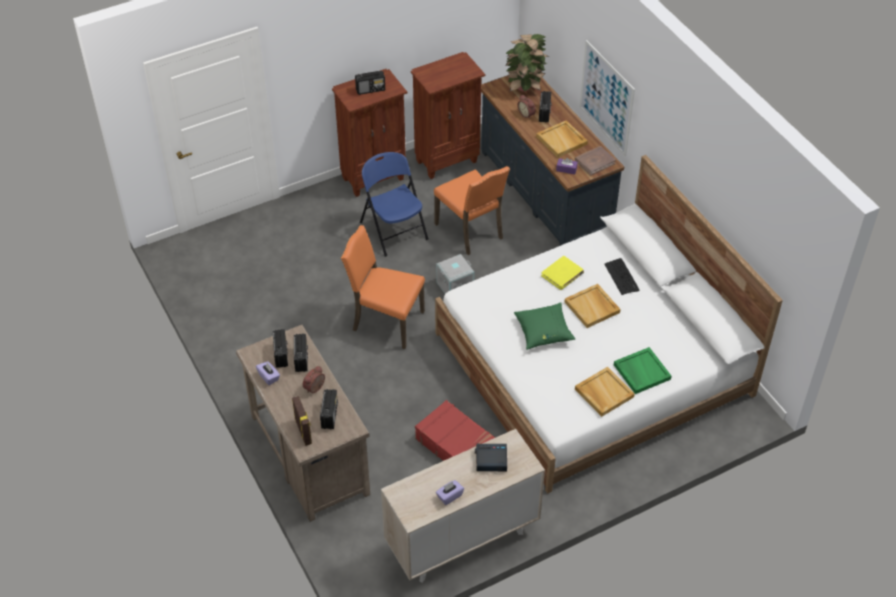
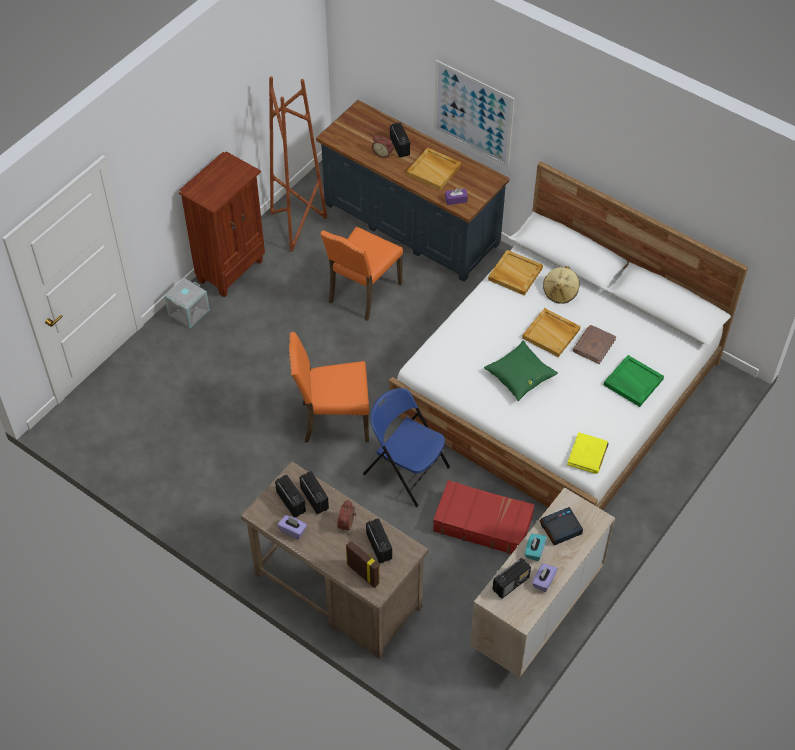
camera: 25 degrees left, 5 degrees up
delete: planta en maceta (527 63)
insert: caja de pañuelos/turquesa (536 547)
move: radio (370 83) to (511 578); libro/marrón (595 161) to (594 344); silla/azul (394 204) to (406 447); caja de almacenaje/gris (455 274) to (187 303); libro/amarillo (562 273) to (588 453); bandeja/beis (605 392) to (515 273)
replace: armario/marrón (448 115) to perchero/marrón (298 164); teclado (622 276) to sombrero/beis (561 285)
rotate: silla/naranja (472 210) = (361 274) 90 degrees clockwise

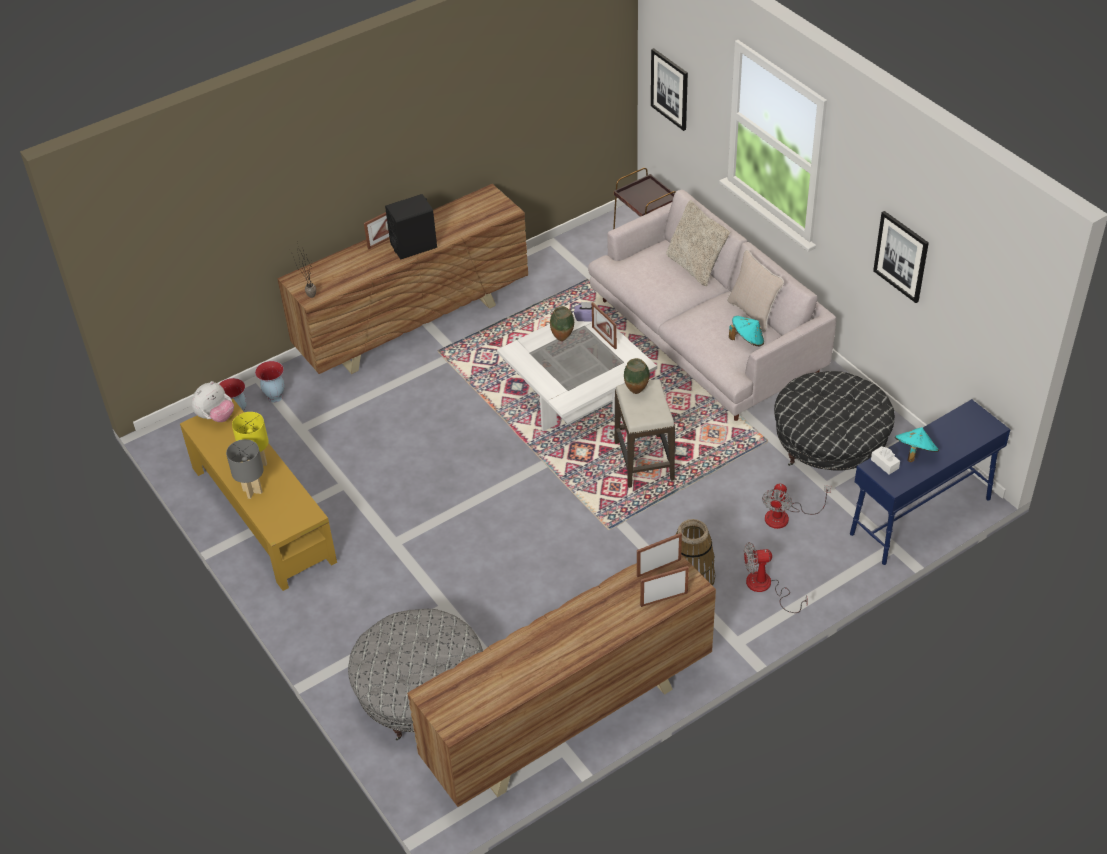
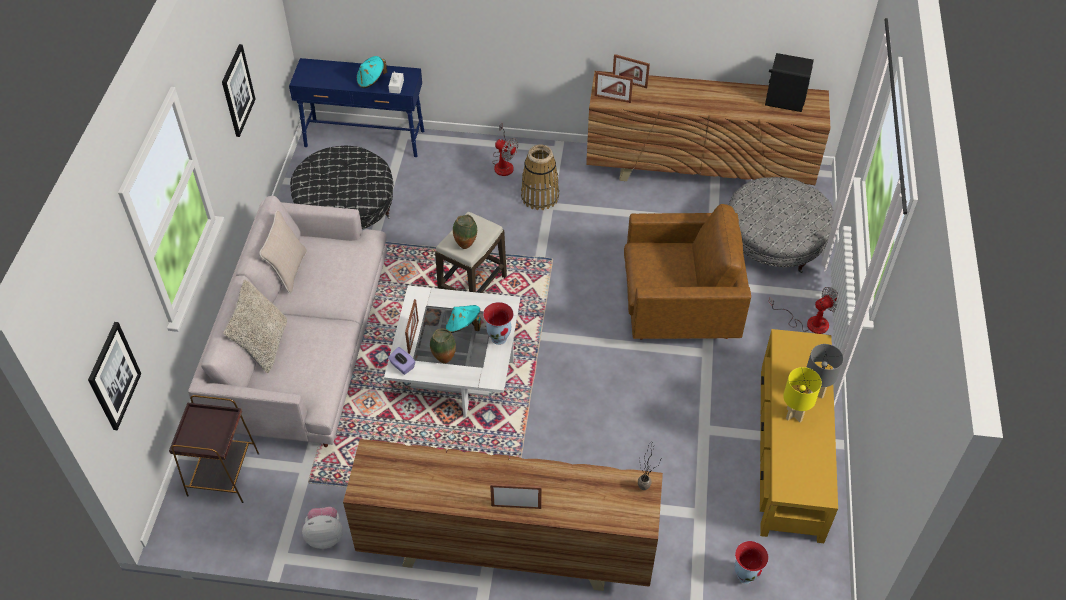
camera: 140 degrees left, 5 degrees up
insert: sillón/marrón (687 272)
move: altavoz/negro (411 226) to (789 82); sombrero/turquesa (746 331) to (463 319); florero (270 382) to (498 323); peluche (212 401) to (322 528); ventilador (796 506) to (803 310)

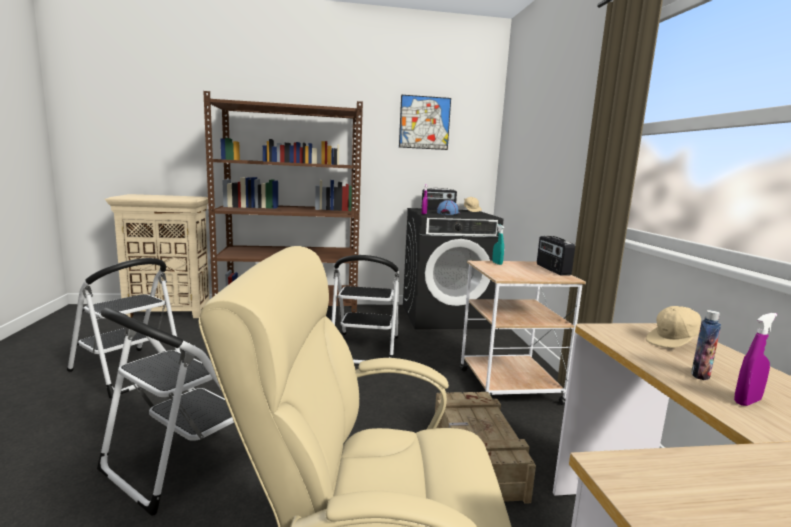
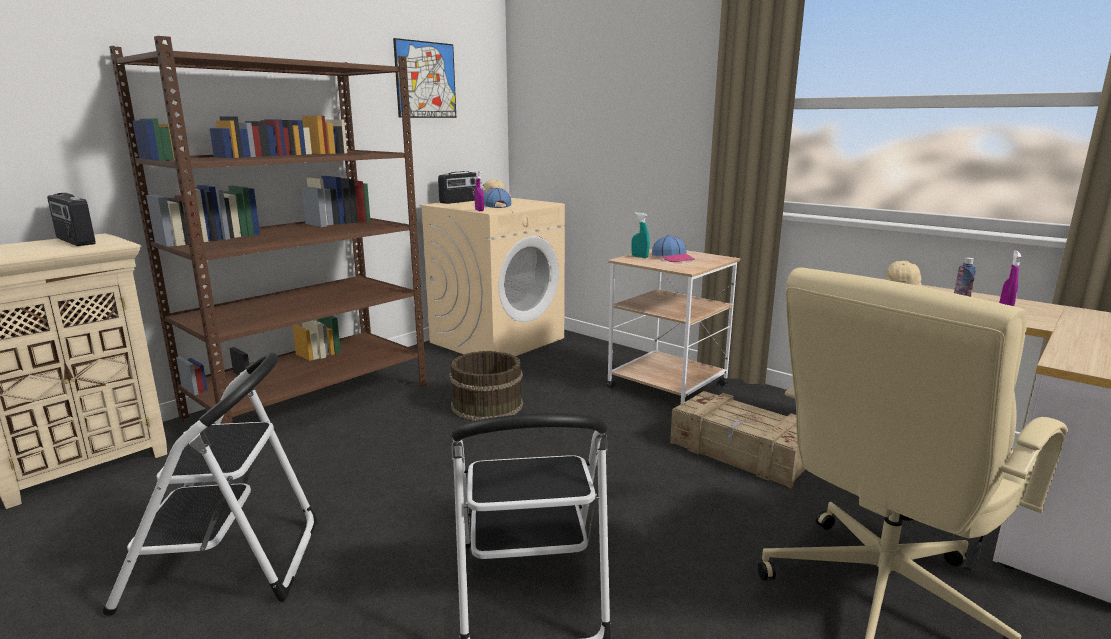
camera: 40 degrees left, 5 degrees up
insert: gorra (673 248)
move: radio (556 255) to (71 219)
replace: escalera de tijera (365 309) to cubo/marrón (486 386)
recolor: lavadora/negro (453 268) to lavadora/beis (492 277)

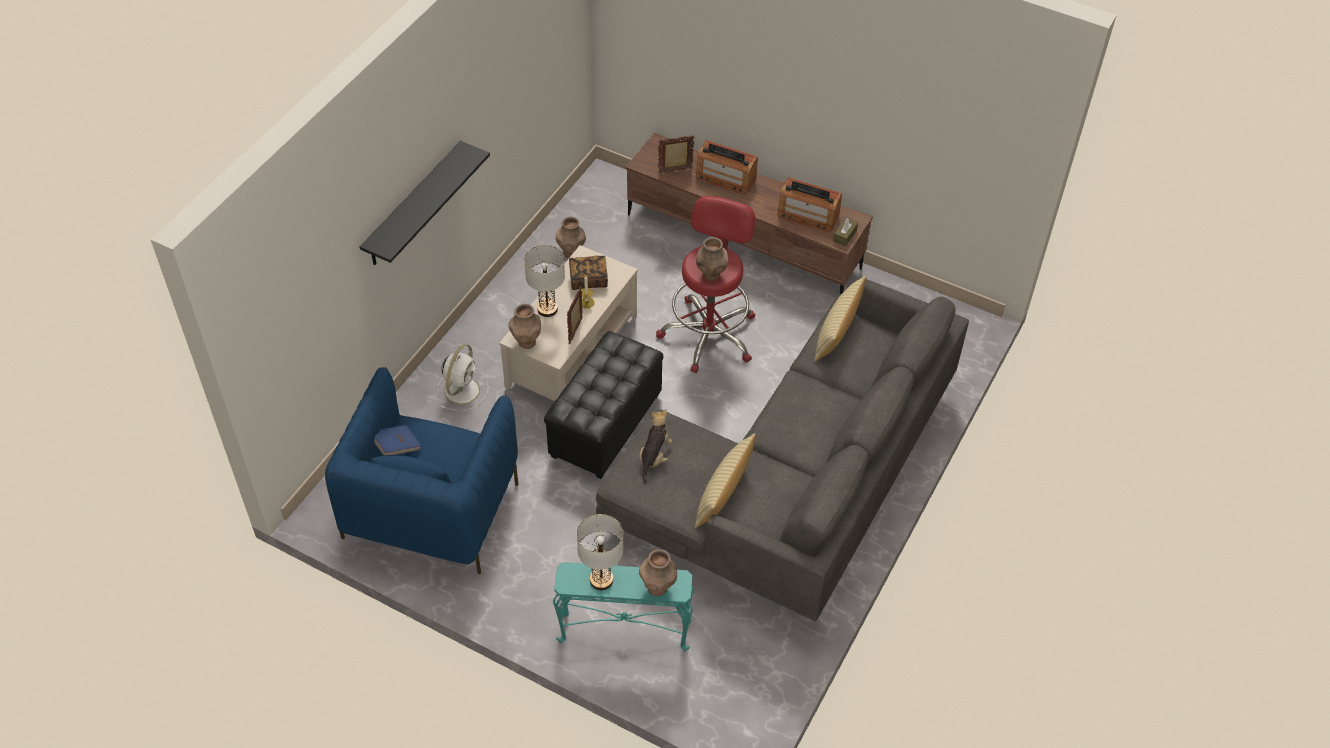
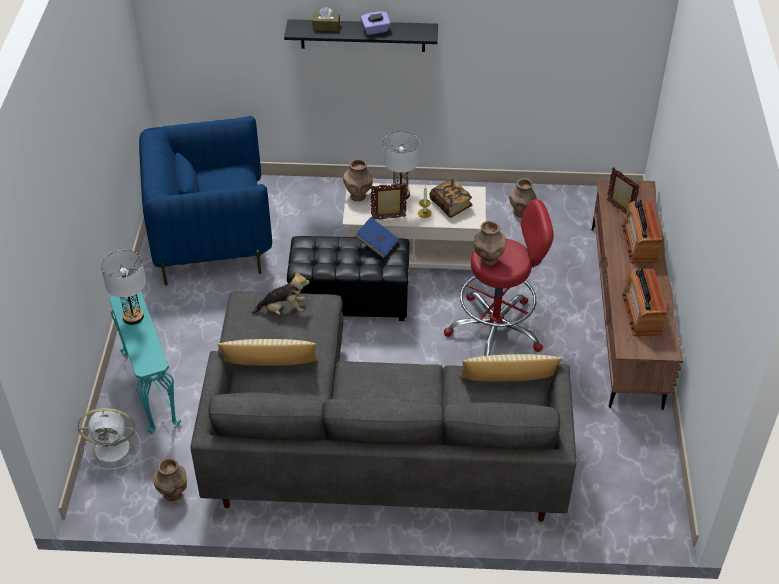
camera: 65 degrees right, 5 degrees down
insert: caja de pañuelos/morado (375 23)
move: caja de pañuelos/marrón (845 232) to (326 19); ventilador/blanco (463 377) to (109 439); libro/azul (397 440) to (377 237); florero/marrón (658 572) to (170 479)

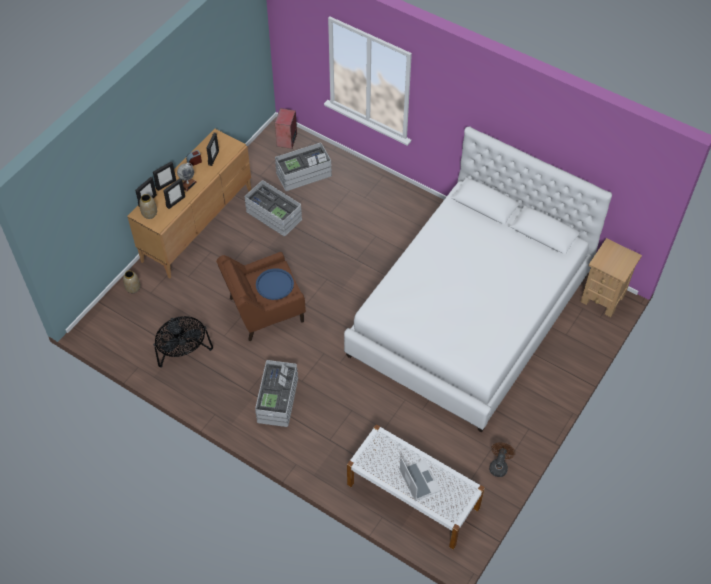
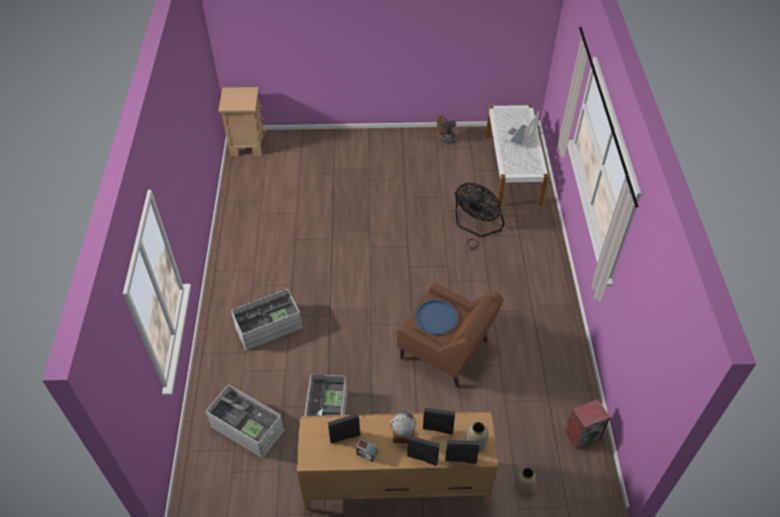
camera: 125 degrees left, 5 degrees down
delete: cama/blanco (478 279)
move: altavoz (286 128) to (587 424); ventilador/negro (183 342) to (479 217); caja de almacenaje/gris (276 393) to (267 320)

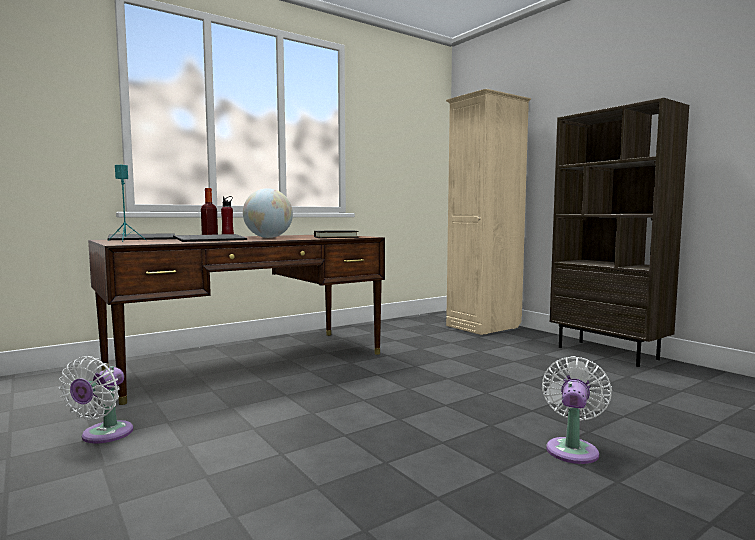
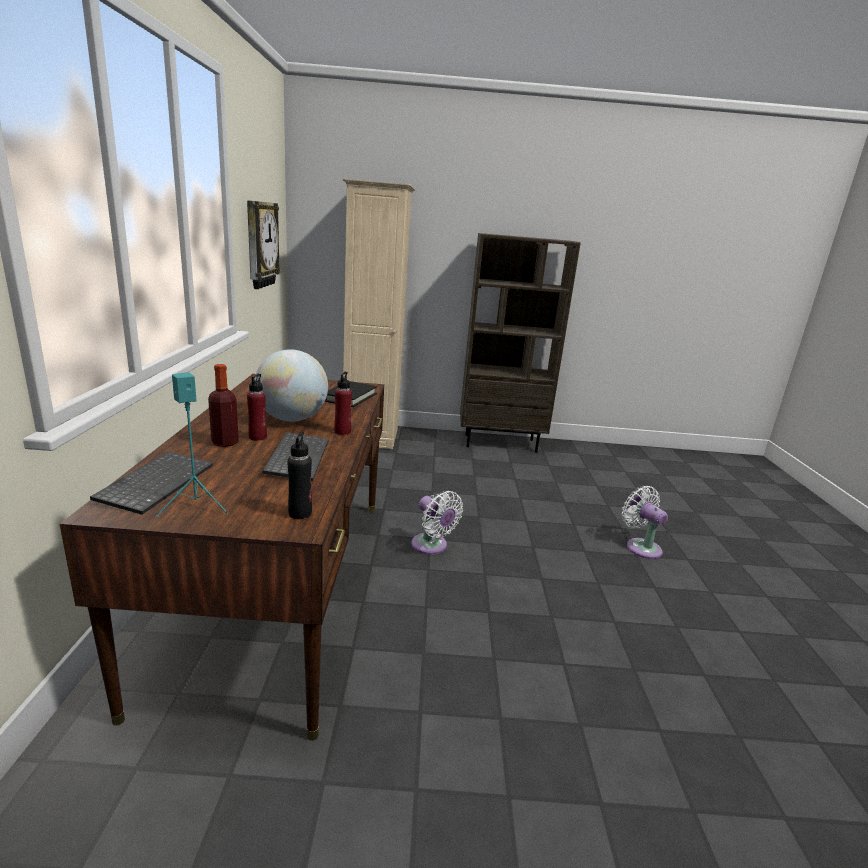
camera: 55 degrees left, 15 degrees up
insert: reloj de pared (263 245); botella/rojo (343 403); botella/negro (299 475)
move: ventilador/blanco (96 400) to (437 523)

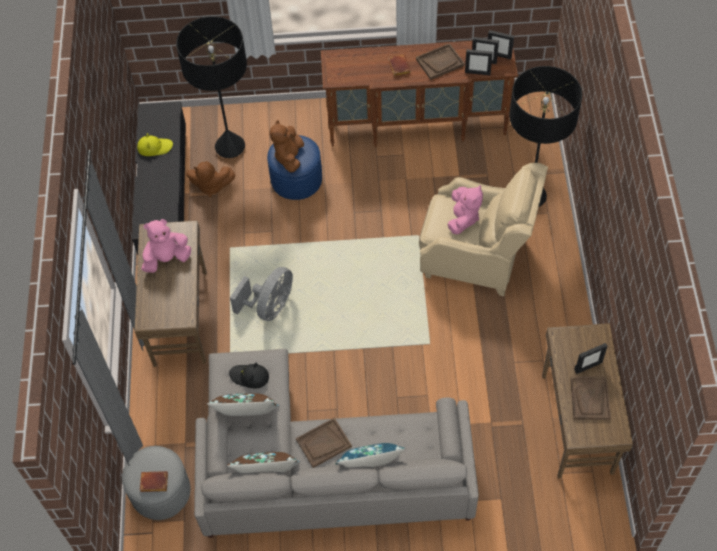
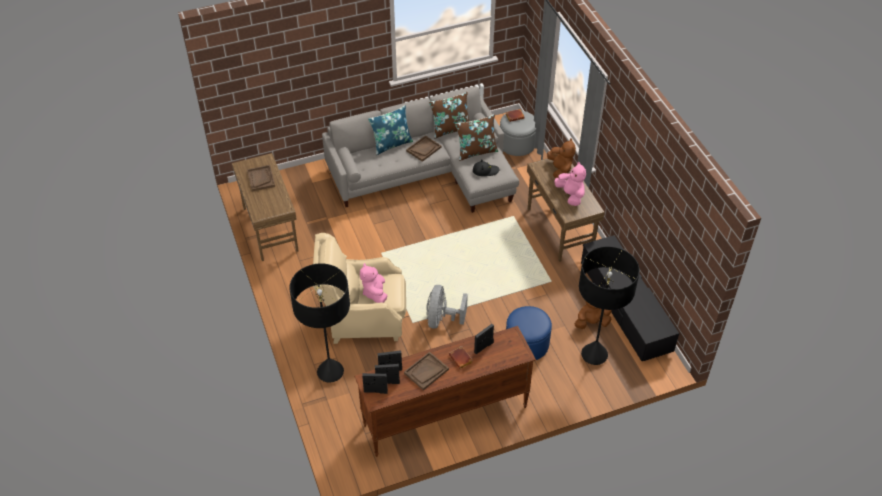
camera: 160 degrees right, 10 degrees down
delete: sombrero/amarillo (155 144)
move: peluche/marrón (287 146) to (561 158); ventilador/gris (261 294) to (447 307); portarretratos (590 358) to (484 339)
rotate: peluche/rosa (166 246) = (570 184) 75 degrees counterclockwise

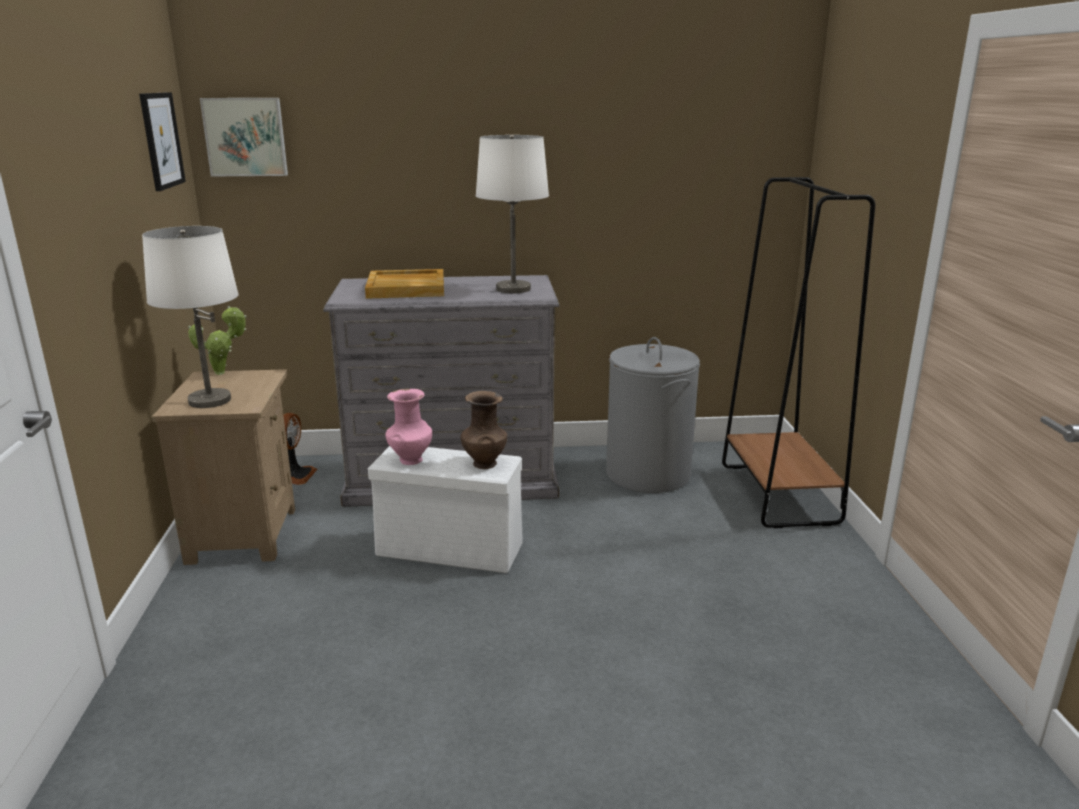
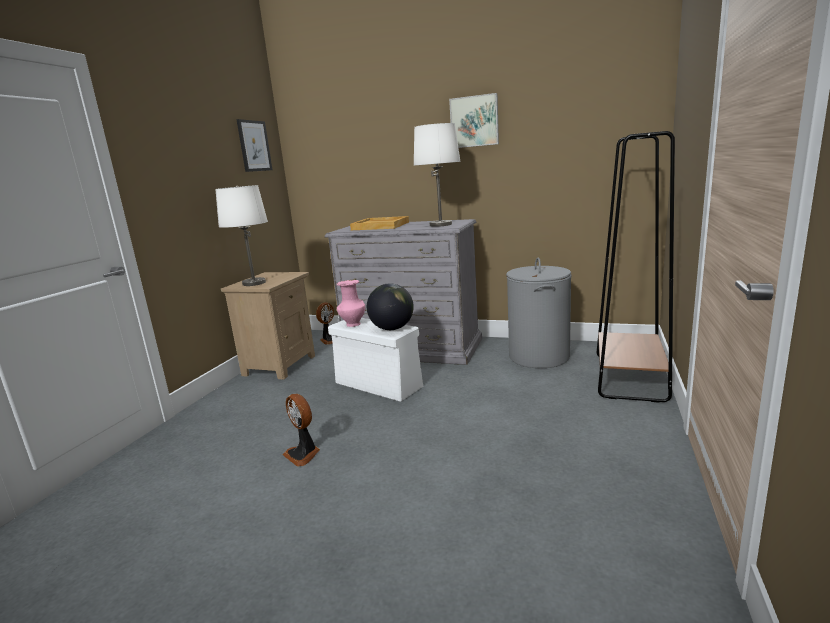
camera: 25 degrees right, 5 degrees down
delete: planta en maceta (217 340)
insert: ventilador (301 430)
move: cuadro (244 137) to (474 120)
replace: florero/marrón (484 430) to globo terráqueo (390 306)

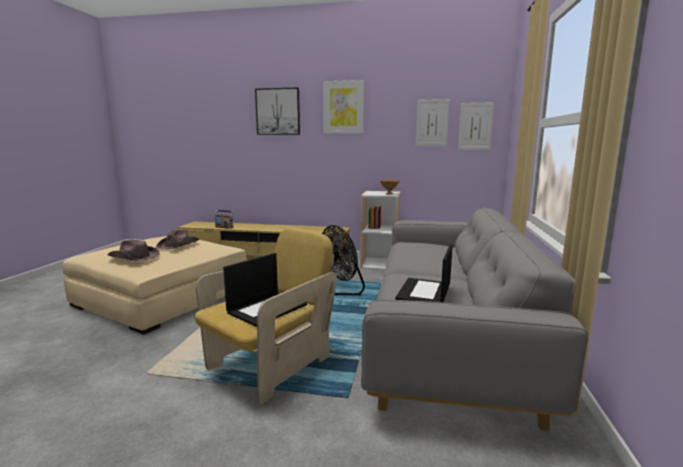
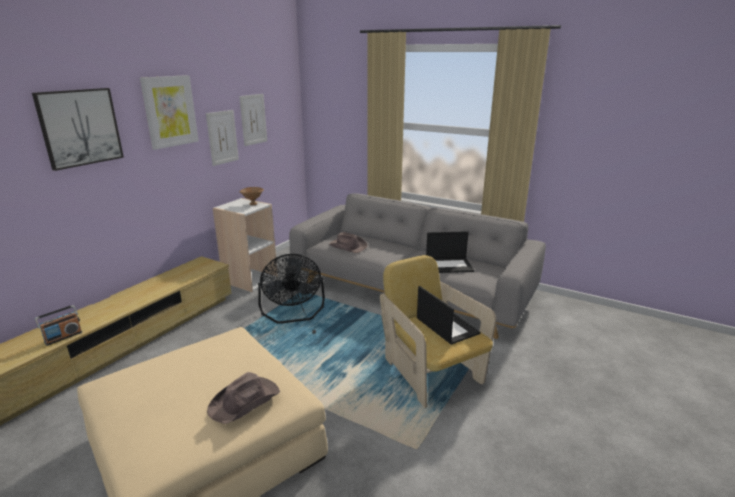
camera: 70 degrees left, 10 degrees up
move: cuadro (476 126) to (222 138); sombrero/marrón (177 239) to (348 242)
rotate: portátil (424 273) = (450 252) 45 degrees counterclockwise

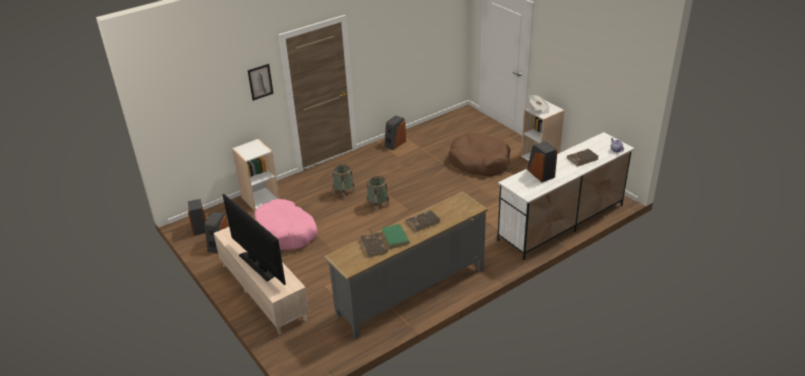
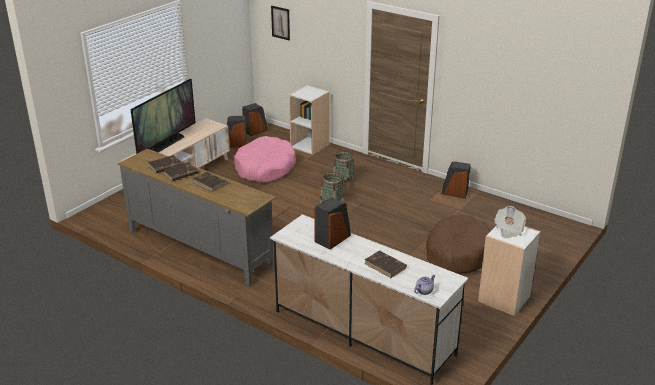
camera: 70 degrees right, 5 degrees down
move: cuadro (260 82) to (280 23)
recolor: libro/verde (396 236) to libro/marrón (180 171)

